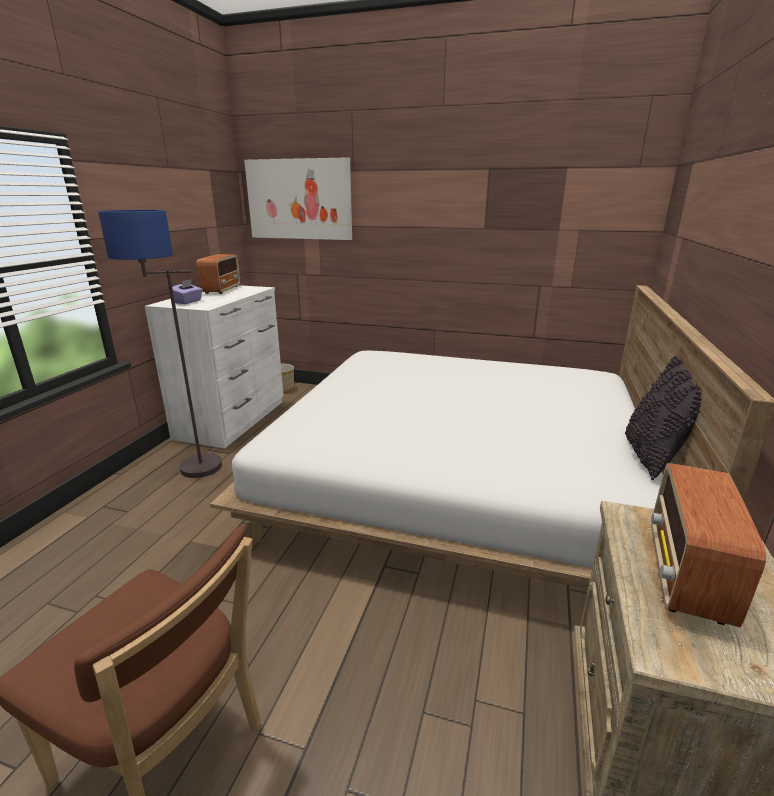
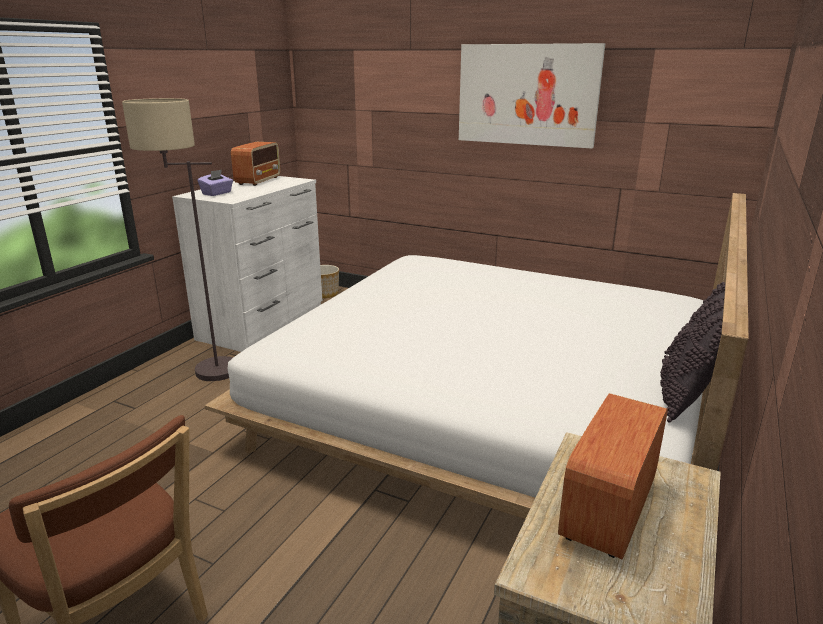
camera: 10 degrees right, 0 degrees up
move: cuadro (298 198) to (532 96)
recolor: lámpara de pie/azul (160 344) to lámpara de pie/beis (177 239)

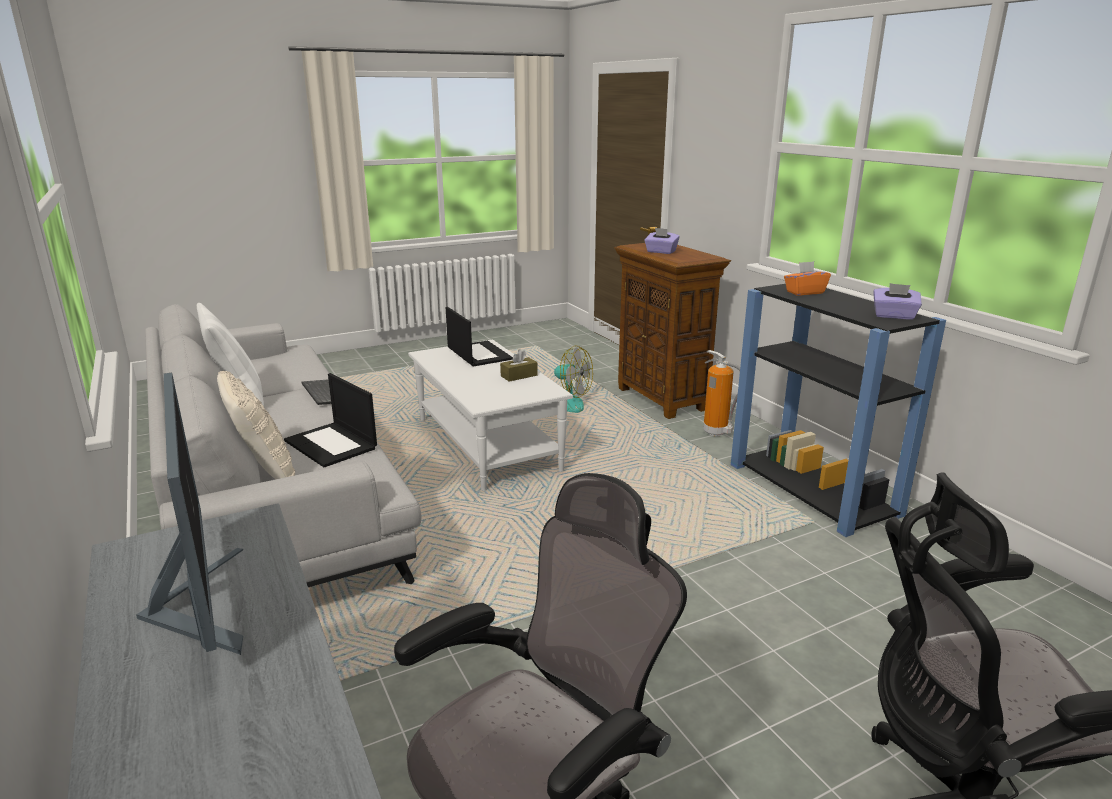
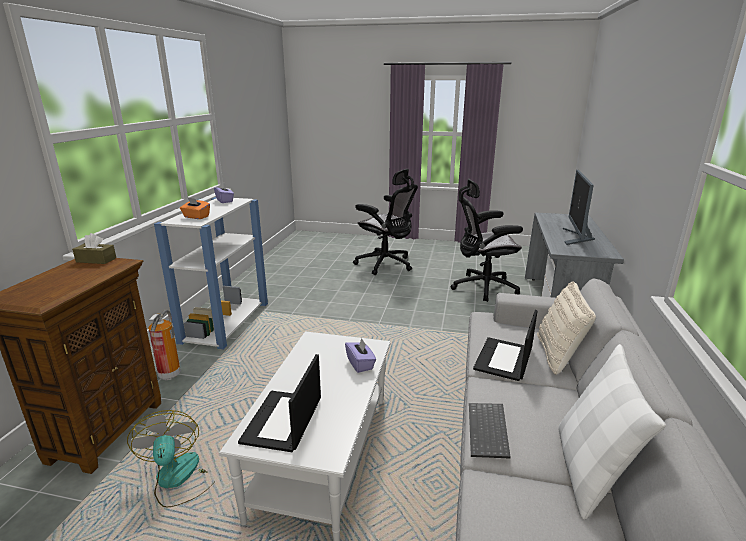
camera: 140 degrees left, 0 degrees up
move: caja de pañuelos/morado (662 241) to (360 355); caja de pañuelos/marrón (519 365) to (94 248)
recolor: estantería/negro (838 410) to estantería/blanco (211 273)
rotate: portátil (330 420) = (505 345) 150 degrees counterclockwise

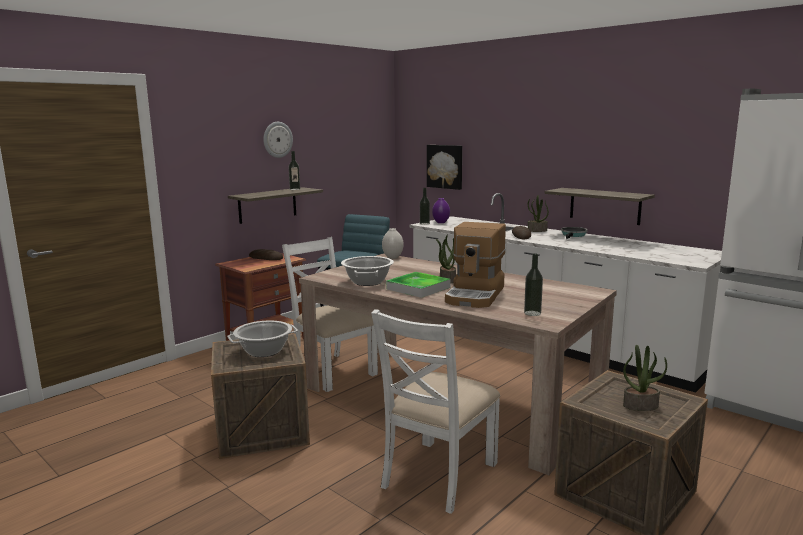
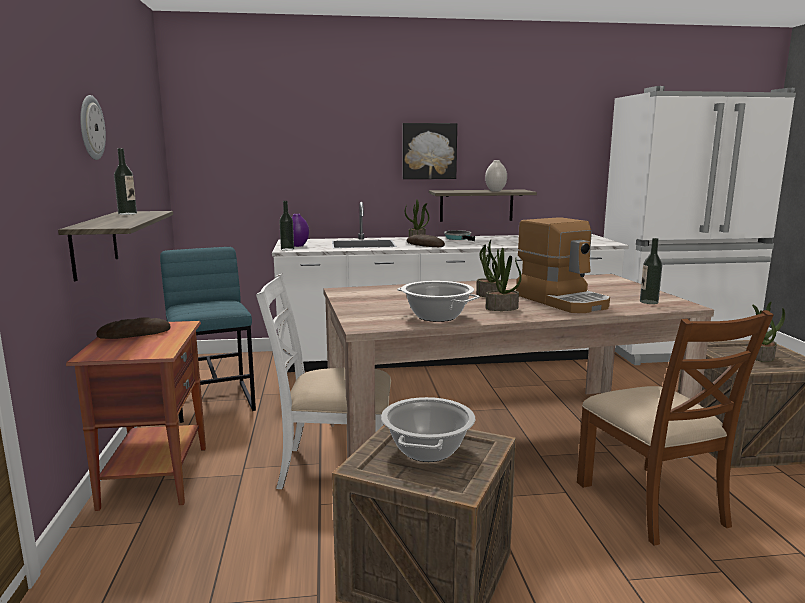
camera: 50 degrees left, 0 degrees up
move: cuadro (444 167) to (430 151); florero/blanco (393 243) to (496 175)
replace: bandeja (418 285) to planta en maceta (503 279)
recolor: silla/blanco (435 411) to silla/marrón (675 428)

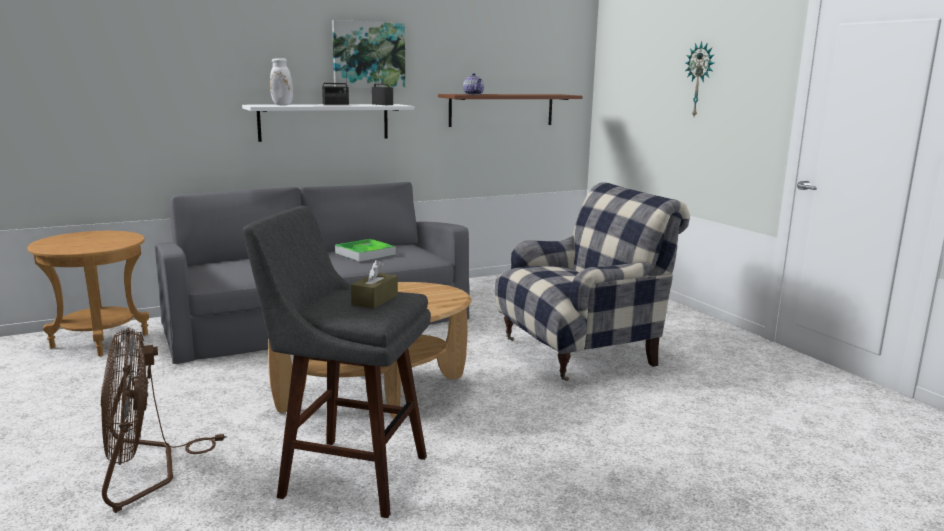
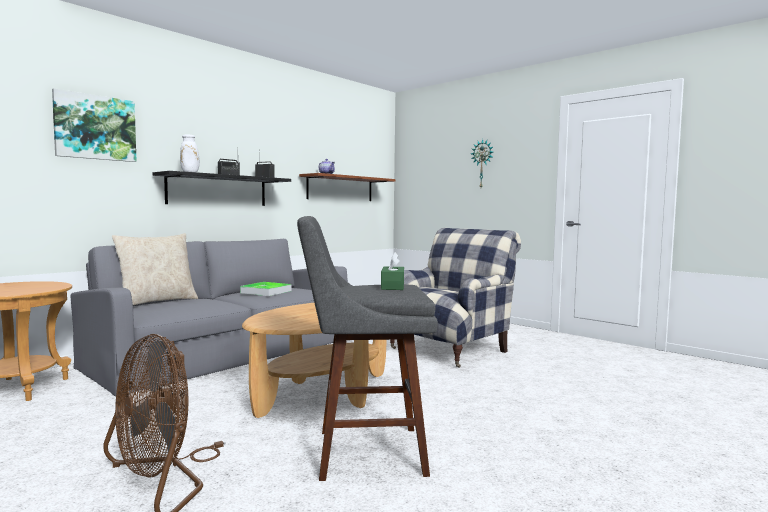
camera: 20 degrees left, 10 degrees down
insert: cojín/beis (155 269)
move: cuadro (368 54) to (94 125)
recolor: estante/blanco (328 123) to estante/negro (221 188); caja de pañuelos/marrón (374 284) to caja de pañuelos/verde (392 271)

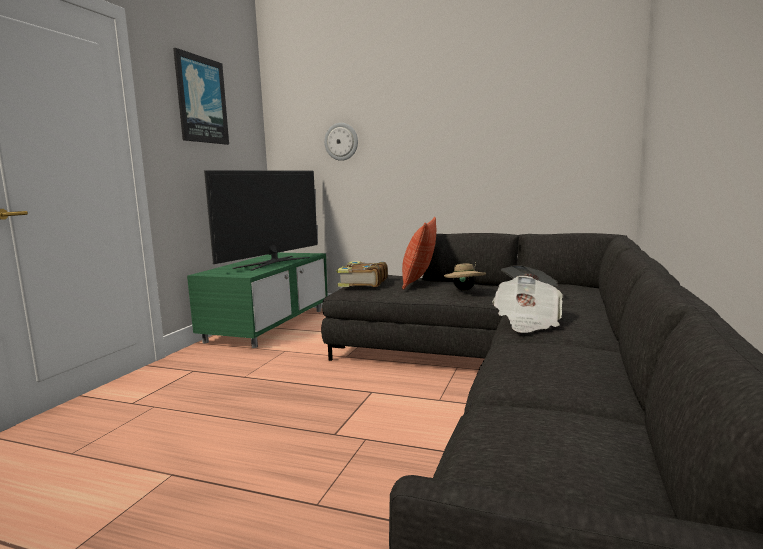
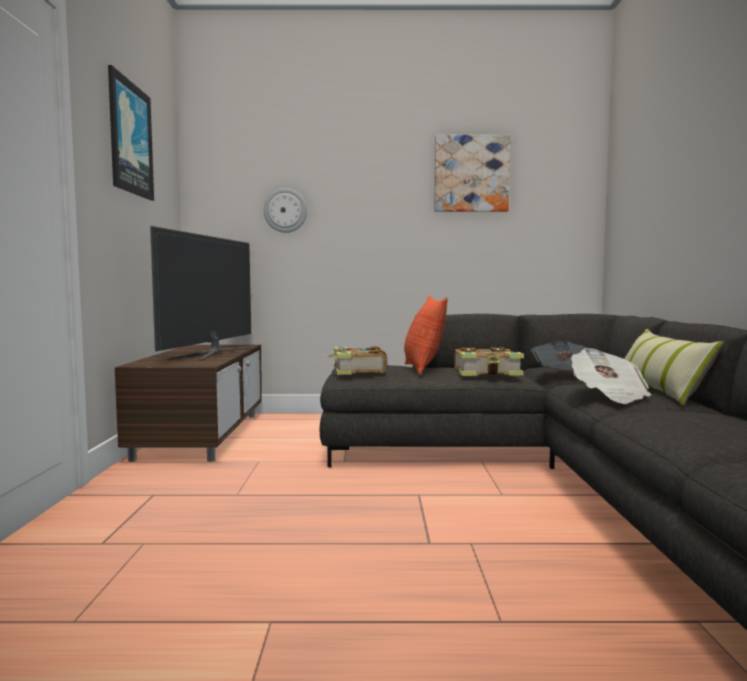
camera: 20 degrees left, 5 degrees down
insert: cuadro (472 173); cojín (673 367)
replace: sombrero/beis (465 276) to libro (489 361)
recolor: mueble de televisión/verde (257 300) to mueble de televisión/marrón (188 403)

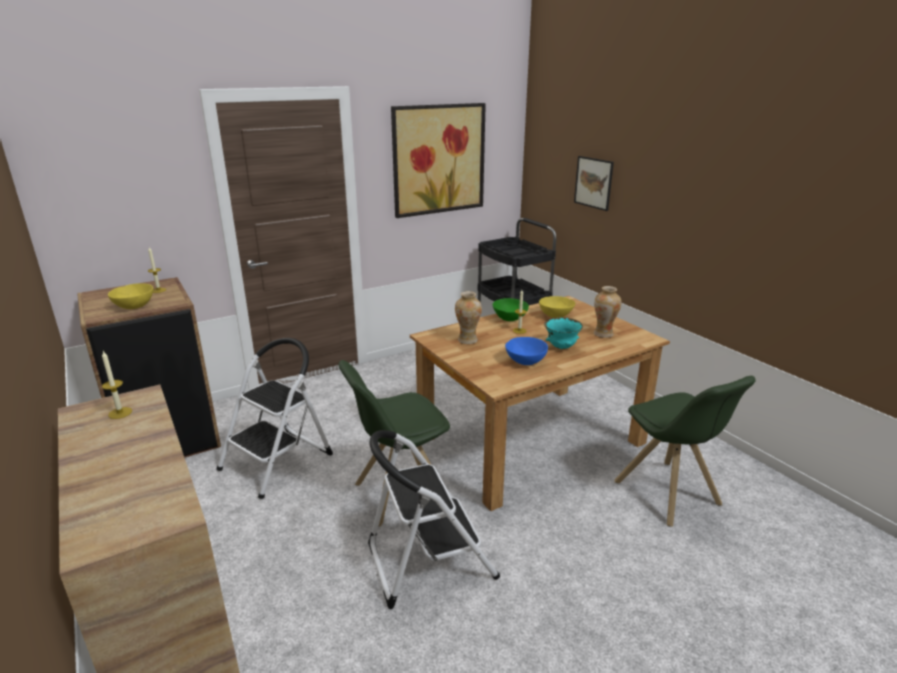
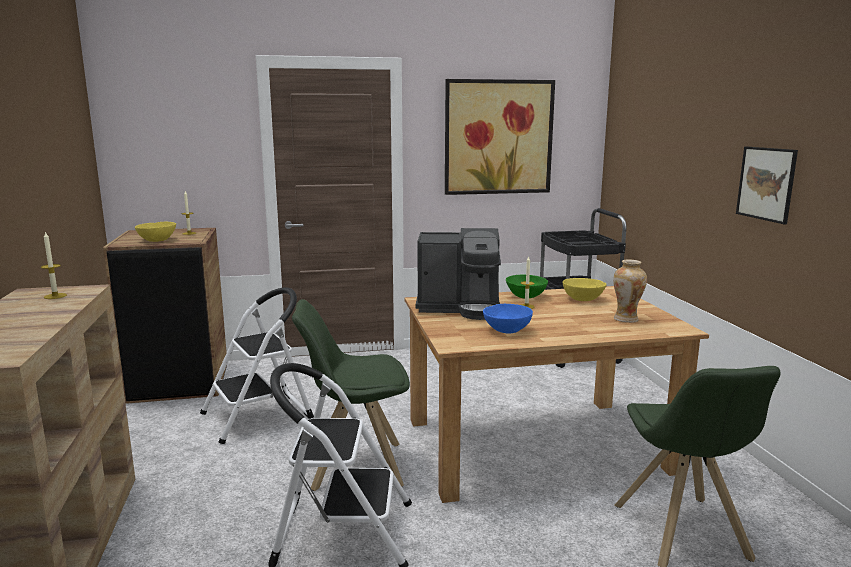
camera: 20 degrees right, 10 degrees down
delete: cuenco/turquesa (563 333)
move: cuadro (594 183) to (767 185)
replace: florero (468 317) to cafetera (458 274)

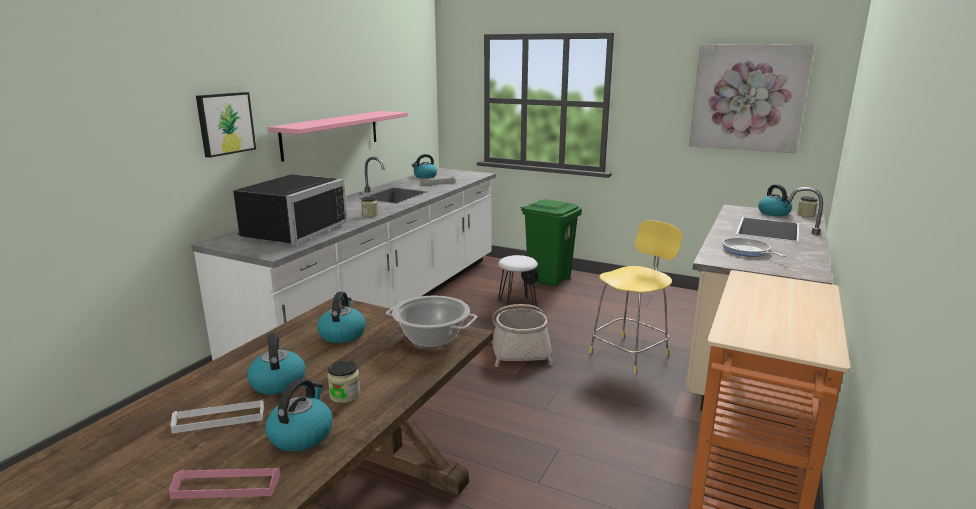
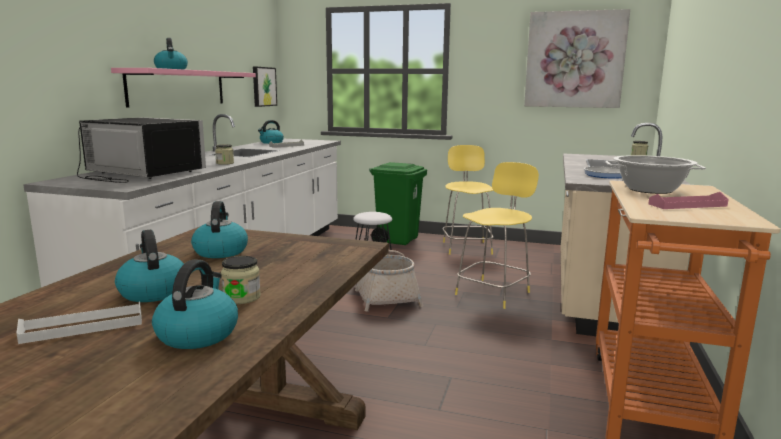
camera: 10 degrees left, 5 degrees down
insert: taburete/amarillo (468 200)
move: cuadro (226 125) to (265 87); hervidor (775 200) to (171 54); olla (431 321) to (655 174); bandeja/rosa (224 483) to (688 200)
rotate: microondas/negro (290 209) = (141 150) 75 degrees counterclockwise

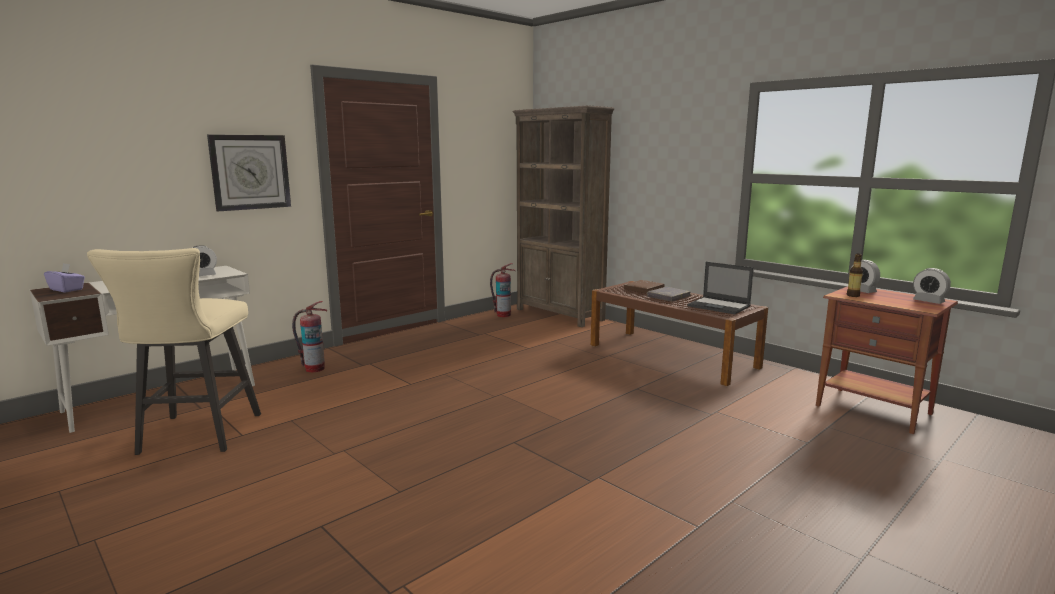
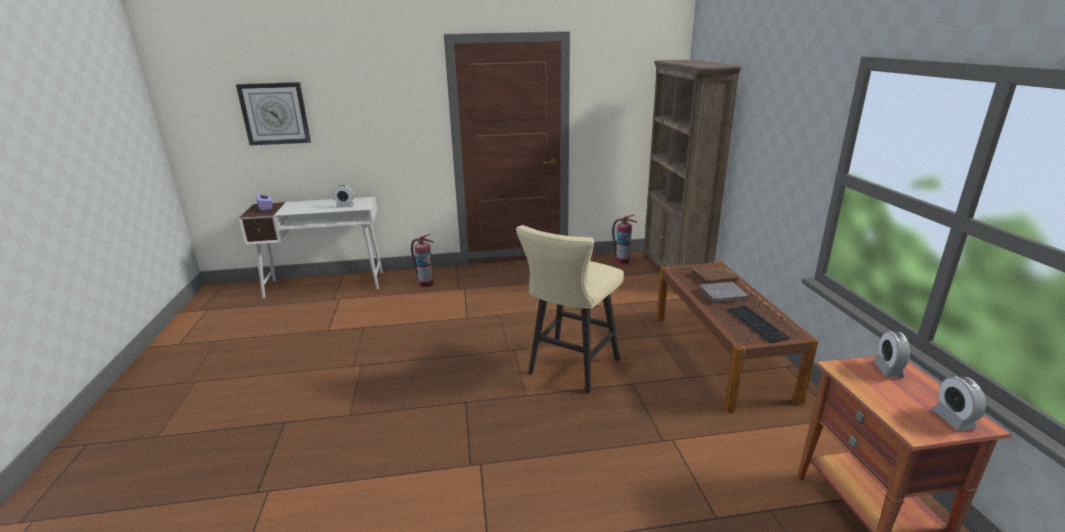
camera: 35 degrees right, 10 degrees up
delete: botella (855 275)
move: reloj de pared (249 172) to (273 113); taburete/beis (174 351) to (570 309)
replace: portátil (720 288) to teclado (758 324)

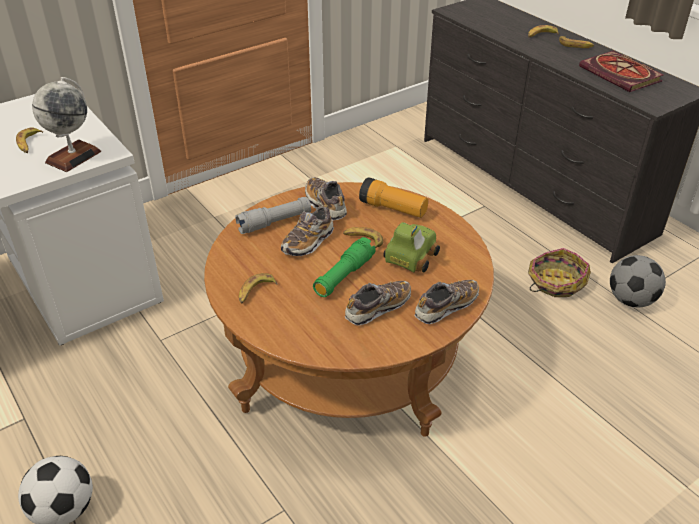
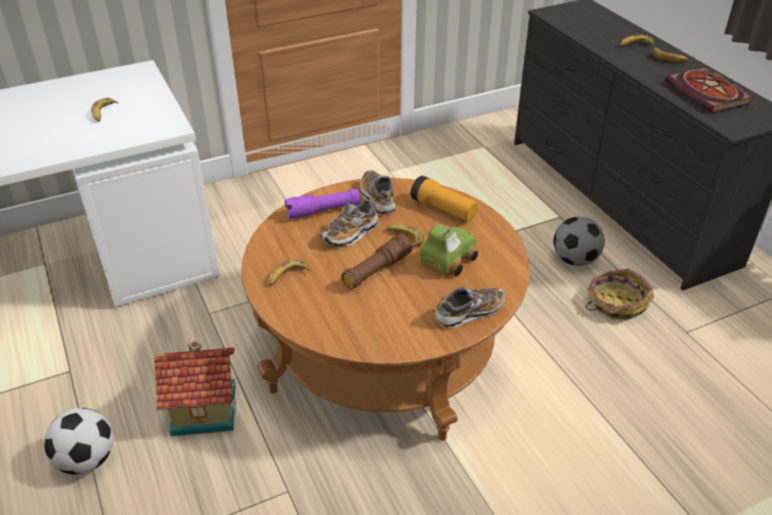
camera: 10 degrees right, 0 degrees up
delete: globo terráqueo (66 124); zapato (378 303)
insert: casita (195 388)
move: balón de fútbol (638 281) to (579 241)
recolor: linterna/gris (273 215) to linterna/morado (322 204); linterna/verde (344 267) to linterna/marrón (376 261)

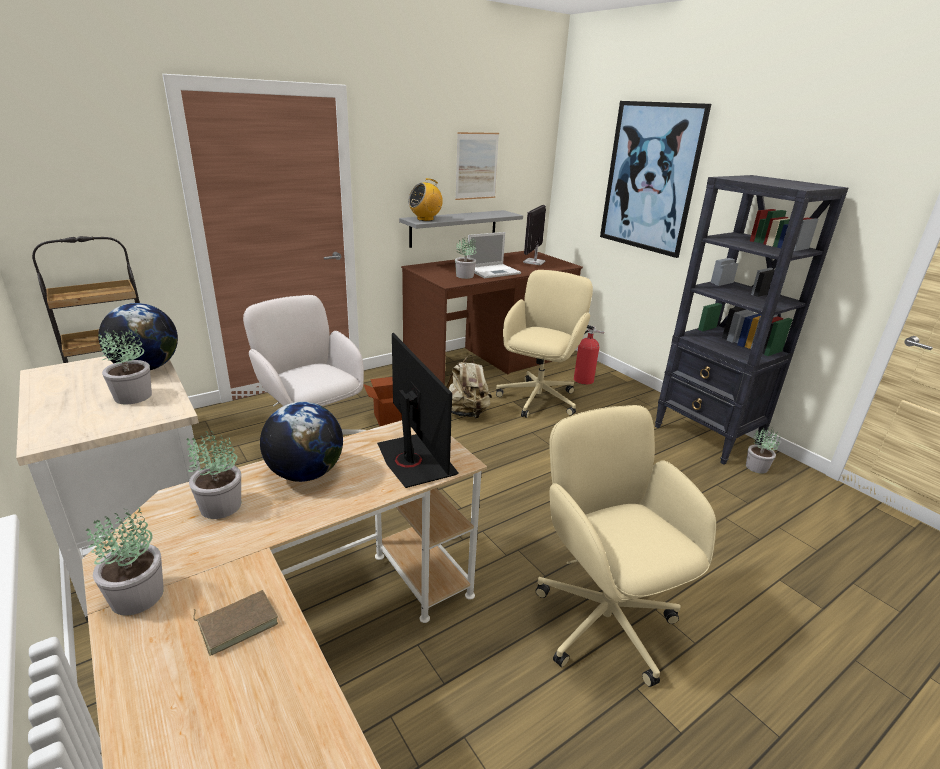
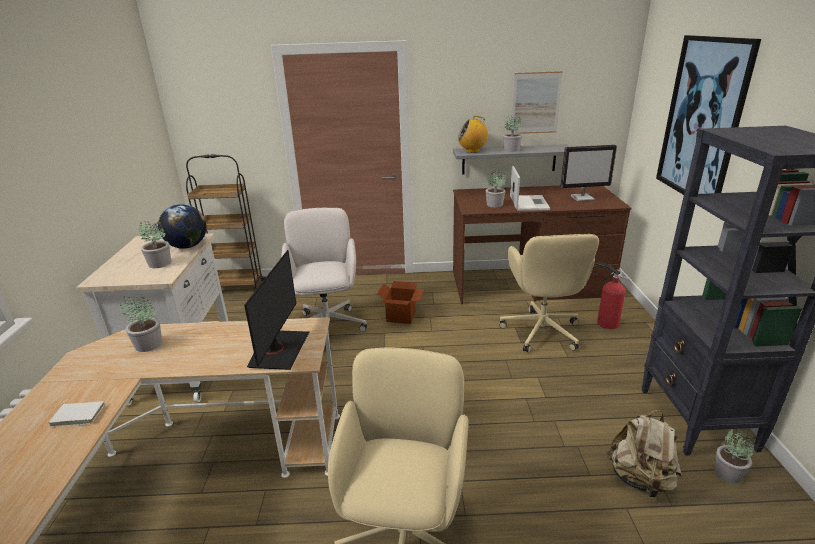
camera: 35 degrees right, 0 degrees up
delete: globo terráqueo (301 442)
move: mochila/beis (469 386) to (644 453); planta en maceta (125 561) to (512 134)
recolor: libro/marrón (235 623) to libro/blanco (76 413)
rotate: monitor (534 235) = (588 173) 150 degrees counterclockwise; portátil (494 255) = (530 188) 90 degrees counterclockwise; silla de oficina/beis (544 344) = (549 293) 120 degrees clockwise

